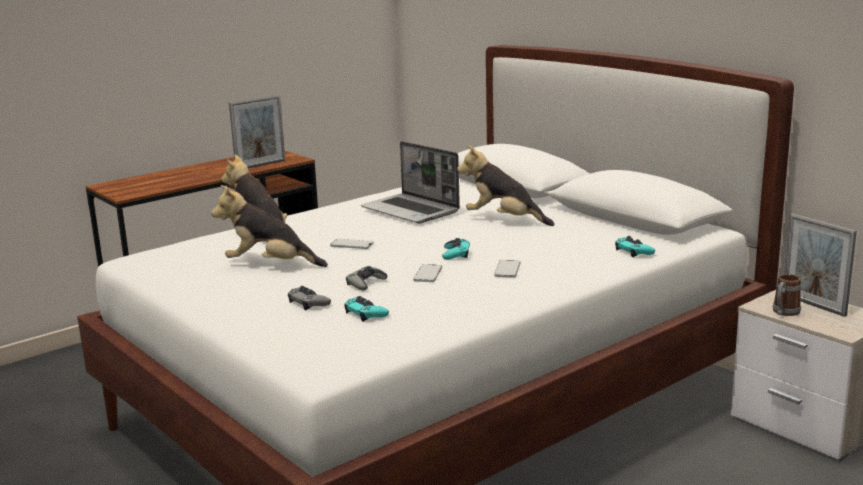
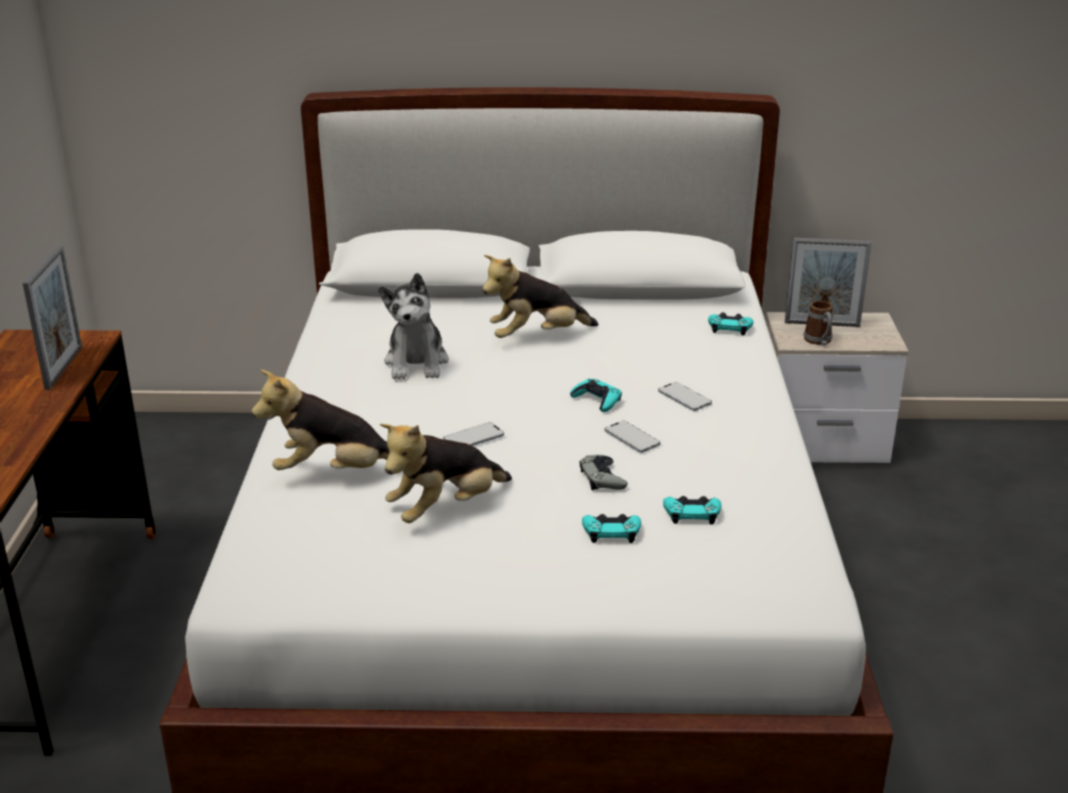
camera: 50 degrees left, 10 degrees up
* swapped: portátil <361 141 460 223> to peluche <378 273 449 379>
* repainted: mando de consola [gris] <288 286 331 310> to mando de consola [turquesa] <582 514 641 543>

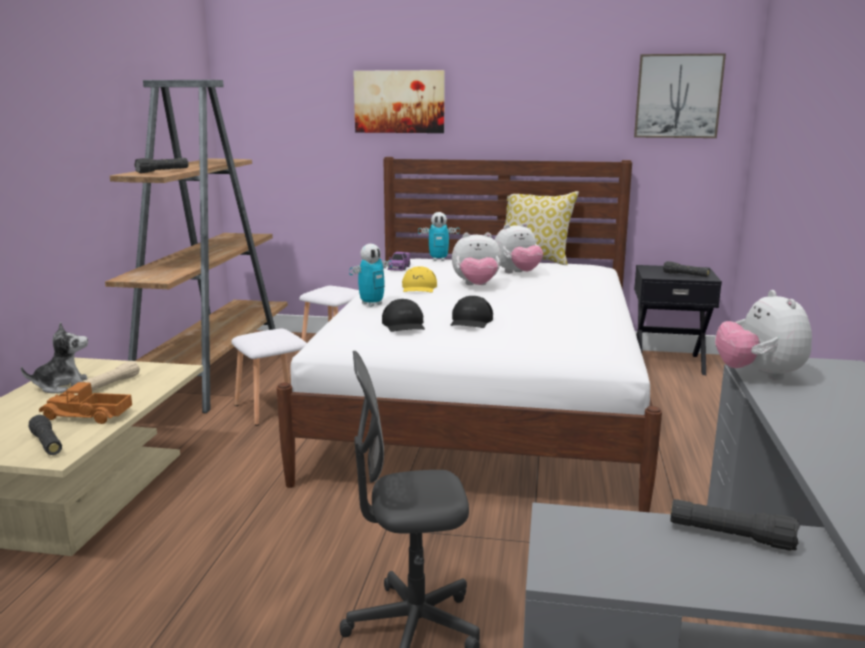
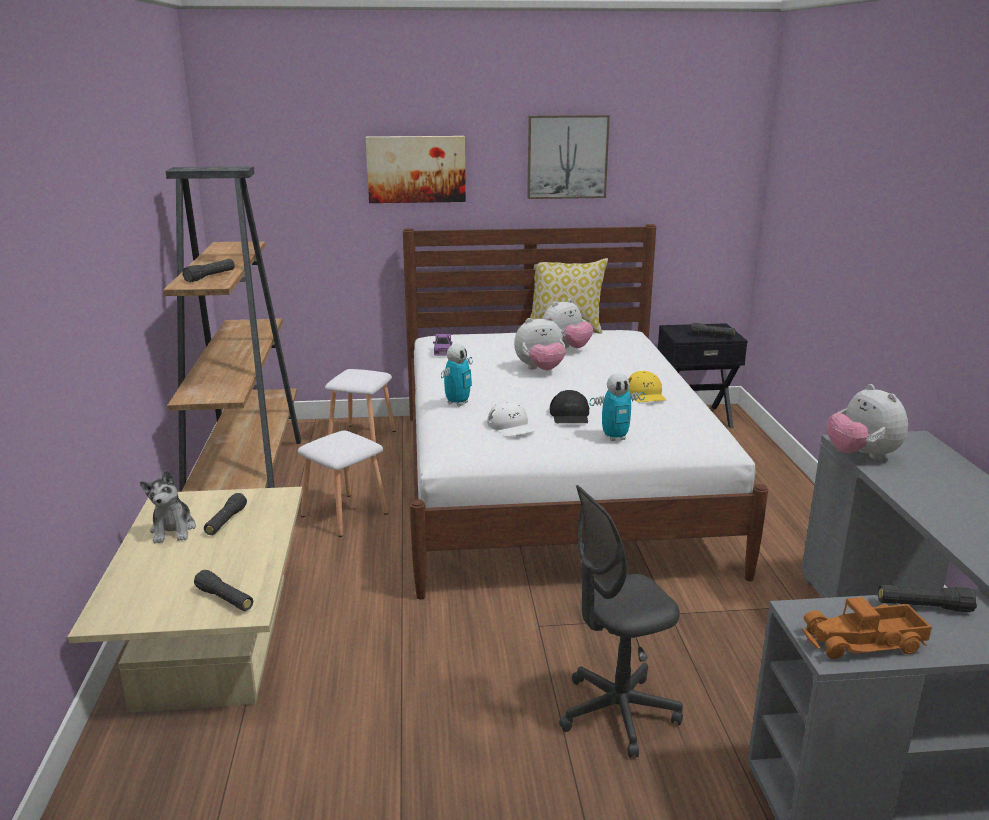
camera: 15 degrees left, 5 degrees up
* shifted: camión de juguete <39 382 132 424> to <802 597 932 659>
* shifted: gorra [amarillo] <402 266 437 292> to <628 371 666 402>
* shifted: robot de juguete <418 212 460 261> to <590 373 645 441>
* shifted: cuadro <634 53 726 138> to <527 115 610 199>
* repainted: linterna [beis] <83 361 140 391> to linterna [negro] <204 493 247 535>
* repainted: gorra [negro] <382 299 425 332> to gorra [blanco] <487 400 536 437>
* rotated: peluche <21 322 88 393> = <140 471 196 543> 120 degrees clockwise

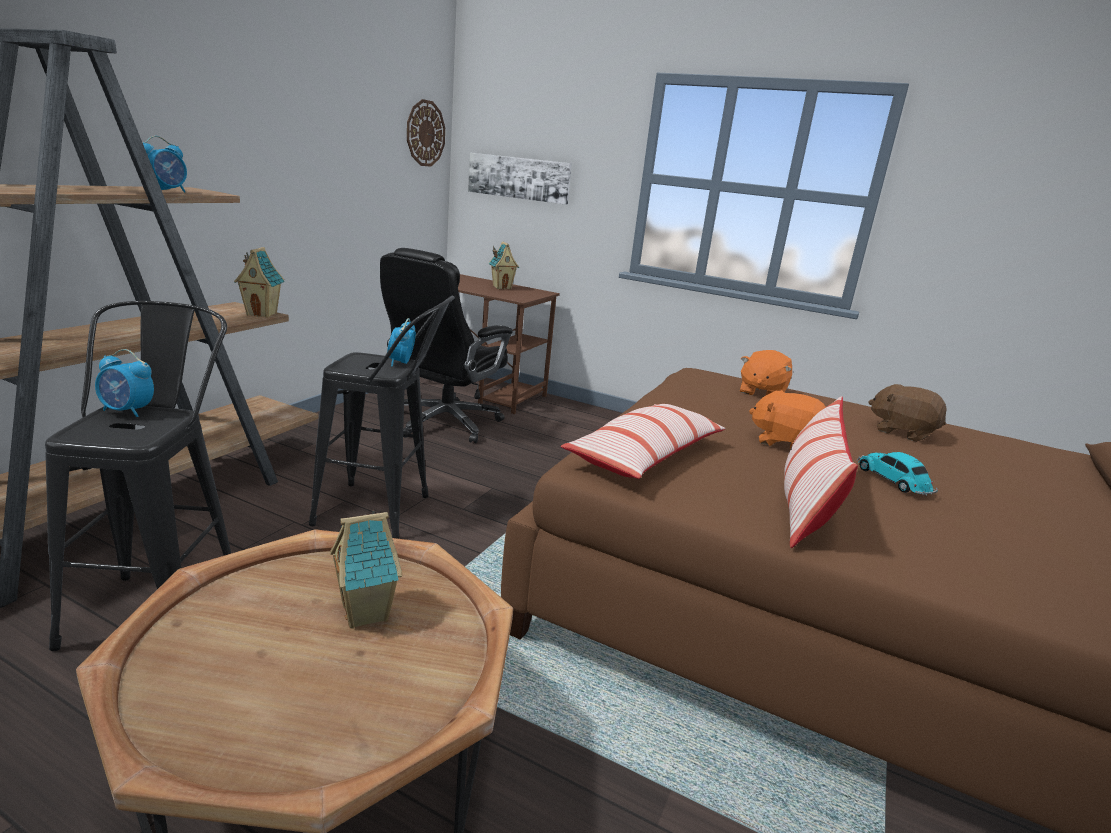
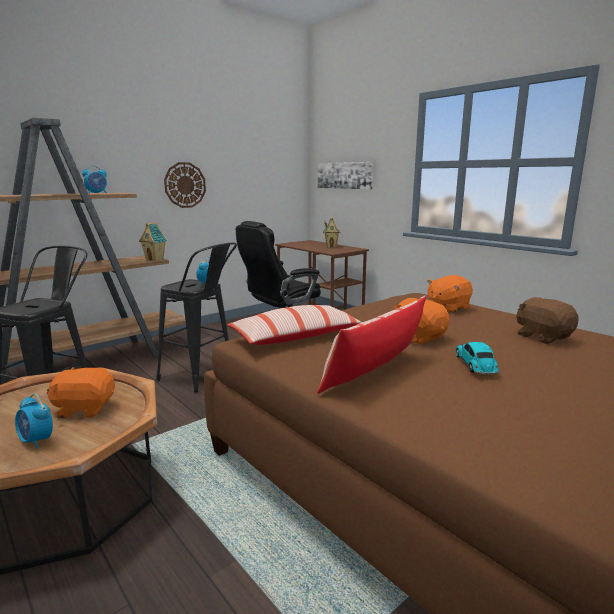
camera: 25 degrees right, 5 degrees down
* shifted: despertador <95 349 154 417> to <15 394 53 449>
* shifted: reloj de pared <407 99 445 167> to <164 162 206 208>
* swapped: casita <330 510 402 629> to peluche [naranja] <47 367 115 418>

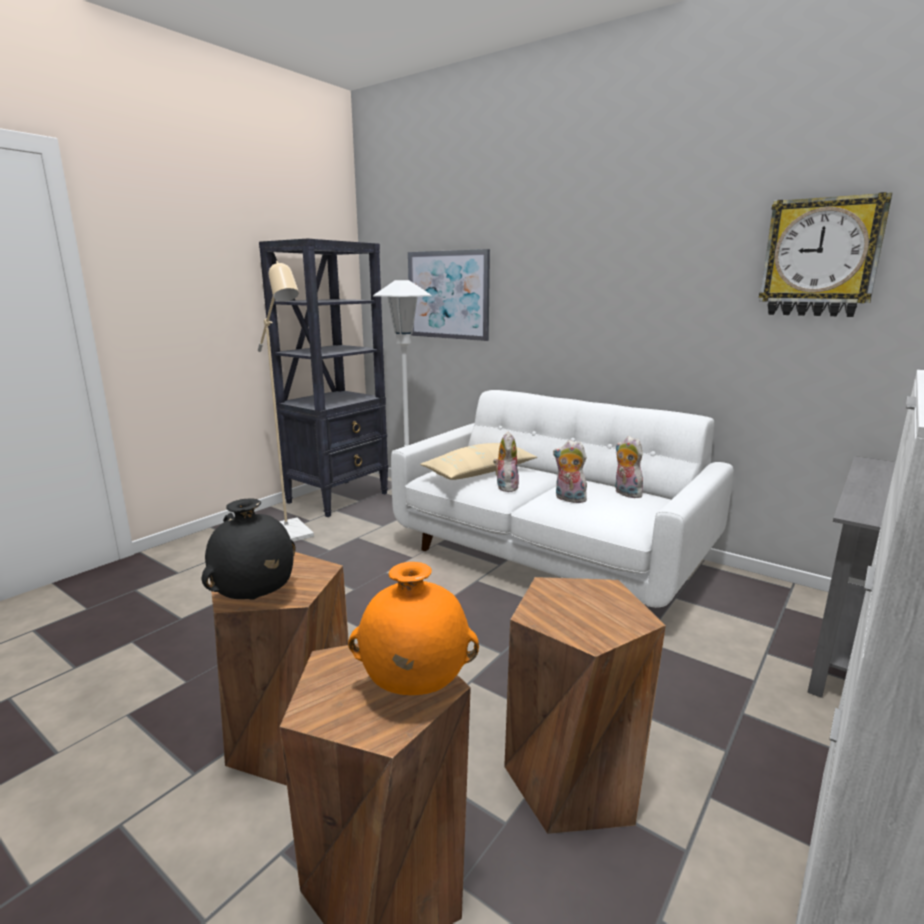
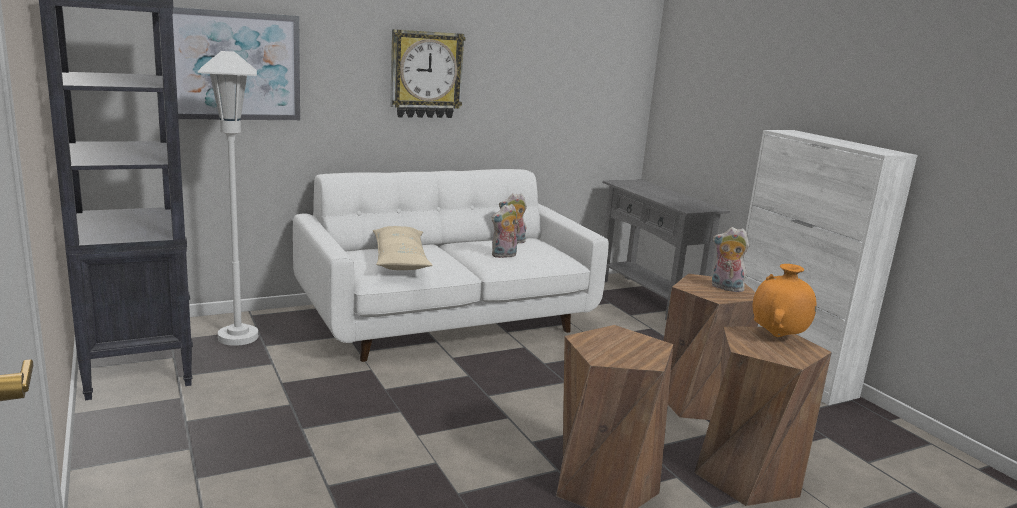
camera: 65 degrees left, 0 degrees up
* gone: florero [negro] <202 498 295 599>
* gone: lámpara de pie [beis] <258 261 314 542>
* shifted: peluche <493 431 519 492> to <712 227 749 292>
* shifted: reloj de pared <759 192 892 317> to <390 29 466 118>

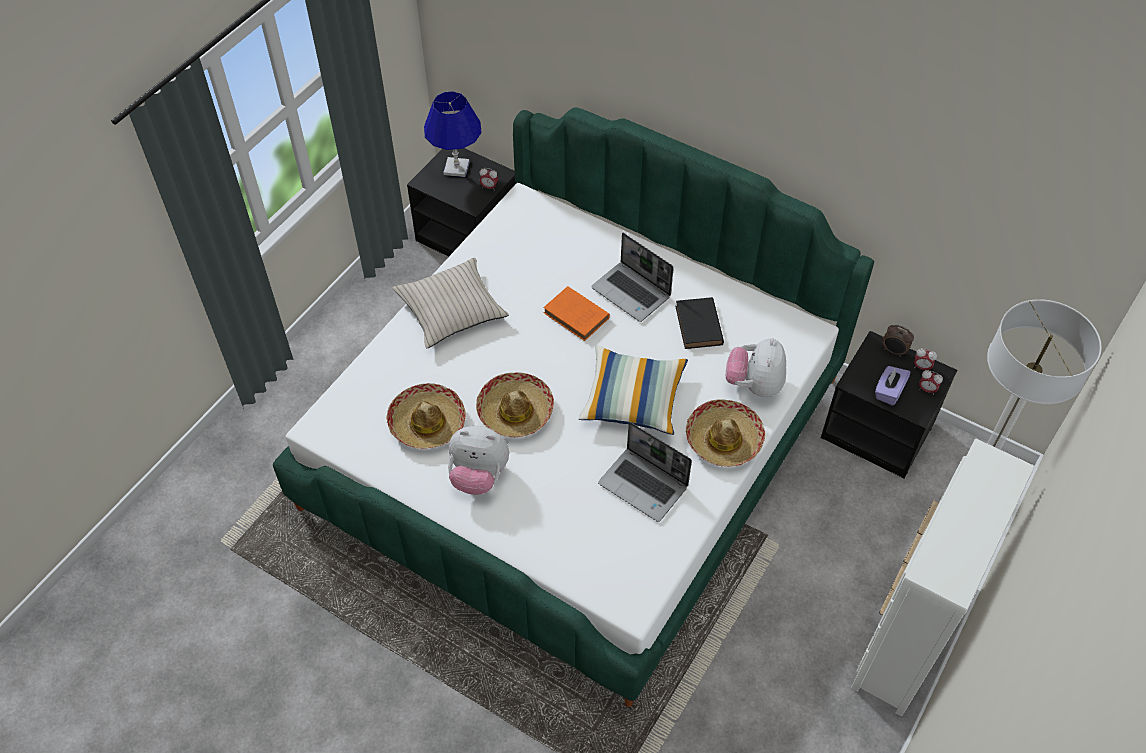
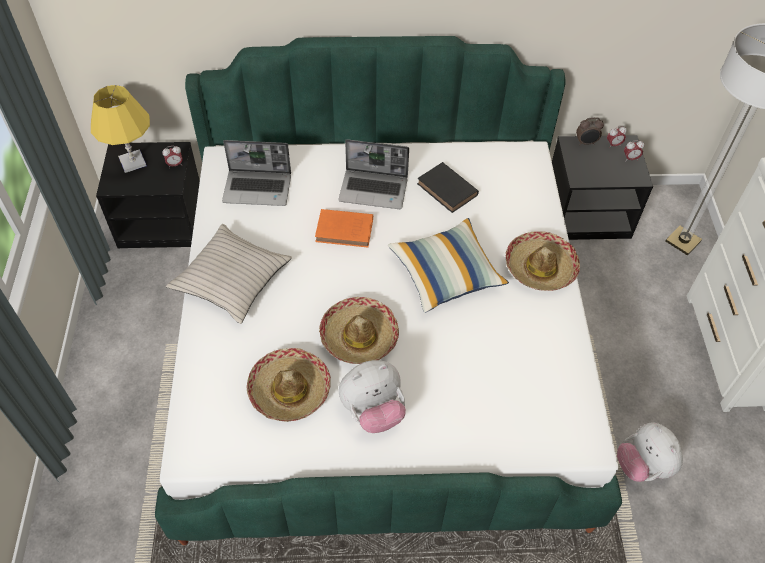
camera: 35 degrees left, 0 degrees up
* gone: caja de pañuelos [morado] <875 366 910 405>
* shifted: portátil <598 422 692 522> to <222 140 291 206>
* shifted: peluche <726 338 786 397> to <617 423 683 482>
* repainted: lámpara de mesa [azul] <424 91 482 177> to lámpara de mesa [amarillo] <91 85 150 173>

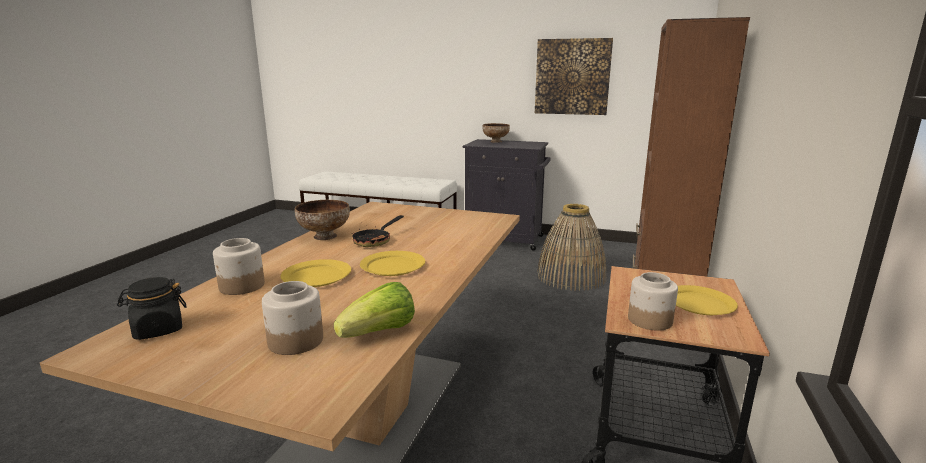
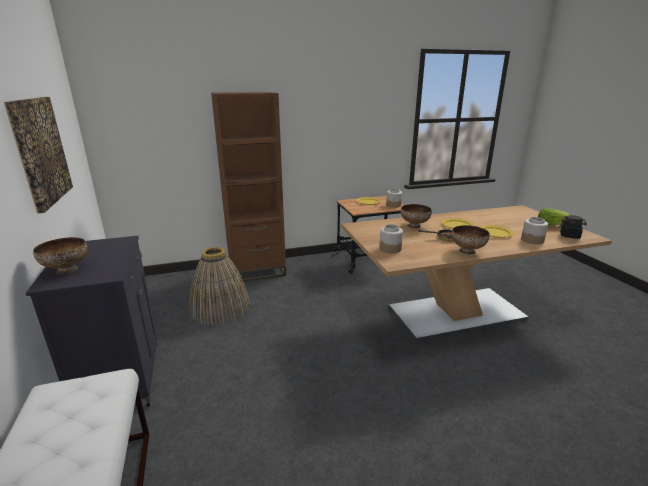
camera: 125 degrees left, 5 degrees up
* new: cuenco <401 204 432 228>
* shifted: tarro <262 281 323 355> to <379 224 403 253>
* shifted: lechuga <334 282 415 338> to <538 208 570 226>

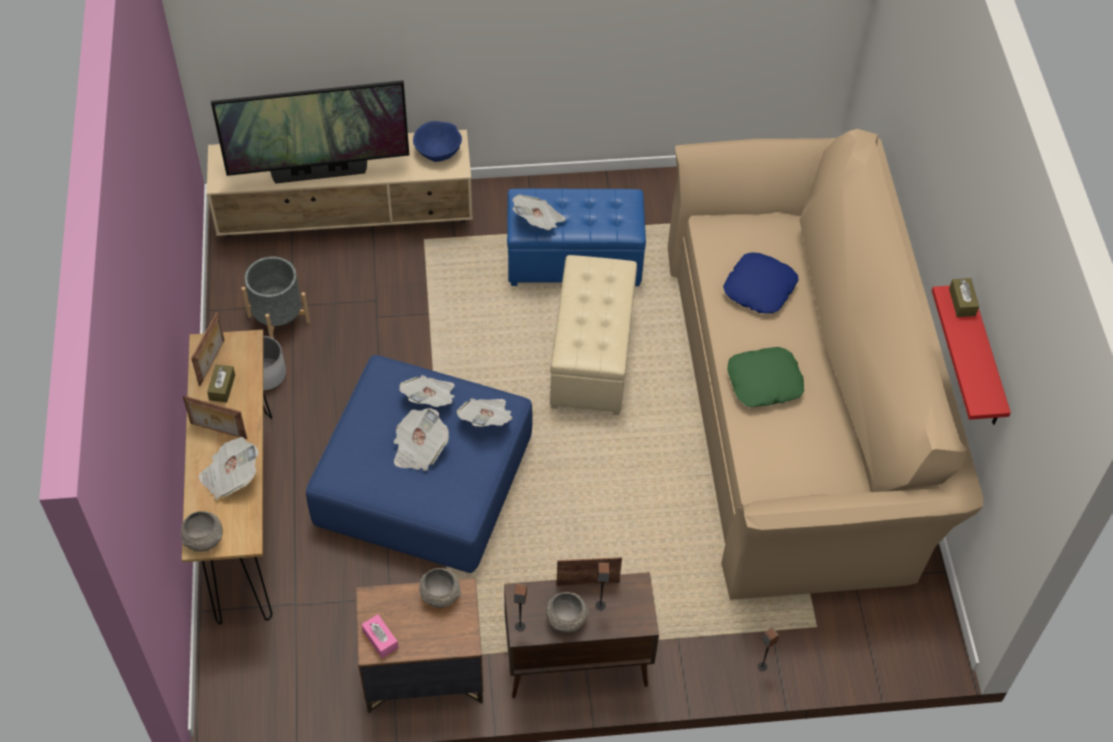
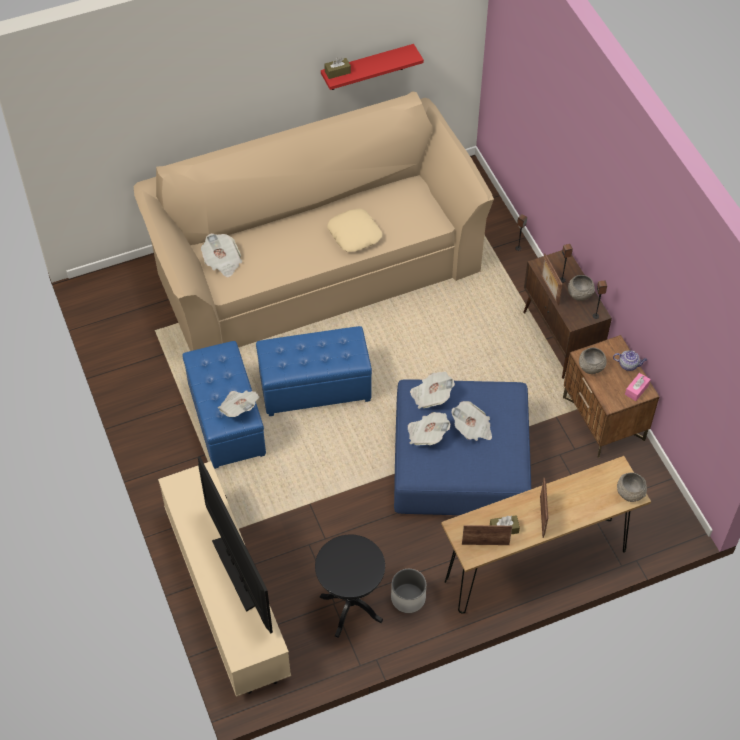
camera: 105 degrees left, 0 degrees up
* gone: cuenco [azul] <413 121 462 162>
* gone: cojín [azul] <723 252 798 313>
* new: tetera <613 350 647 371>
* shifted: periódico <199 437 259 500> to <201 233 243 277>
* swapped: maceta [gris] <241 257 310 339> to mesa auxiliar [negro] <315 535 385 638>
* repainted: puf [beis] <550 255 637 415> to puf [azul] <256 326 372 416>
* repainted: cojín [verde] <727 347 804 407> to cojín [beis] <327 209 383 252>

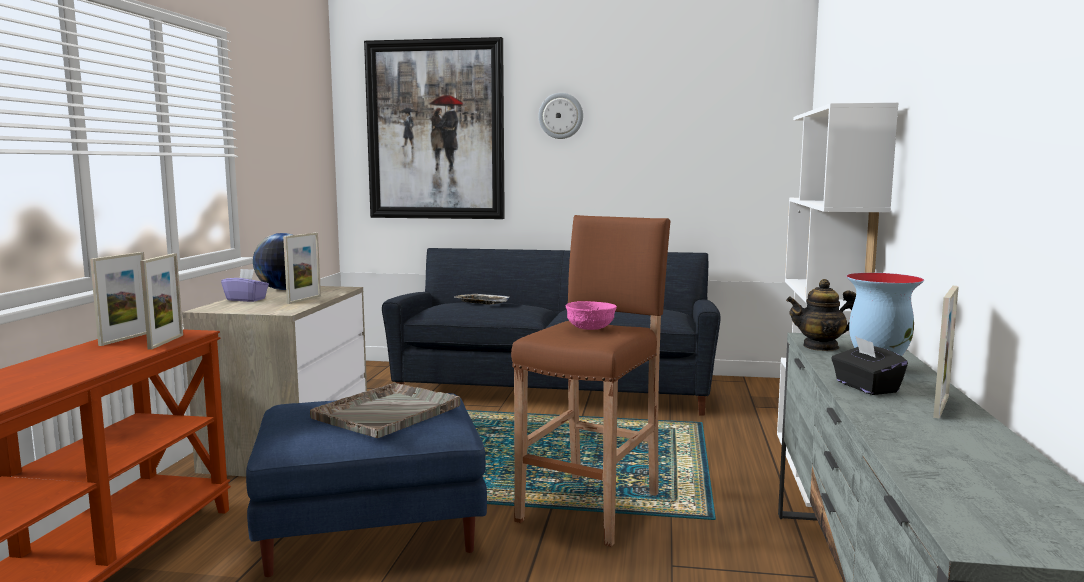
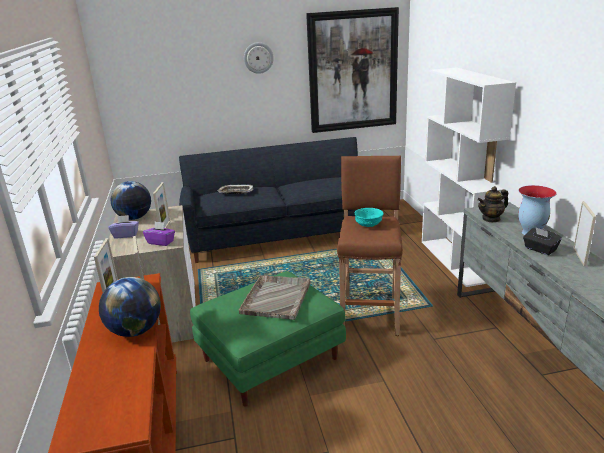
camera: 20 degrees left, 15 degrees up
* new: globo terráqueo <99 277 161 337>
* new: caja de pañuelos [morado] <143 222 175 246>
* shifted: cuadro <364 37 505 219> to <306 7 399 133>
* repainted: puf [azul] <246 393 487 577> to puf [verde] <190 271 346 407>
* repainted: cuenco [rosa] <566 301 617 330> to cuenco [turquesa] <355 208 384 227>

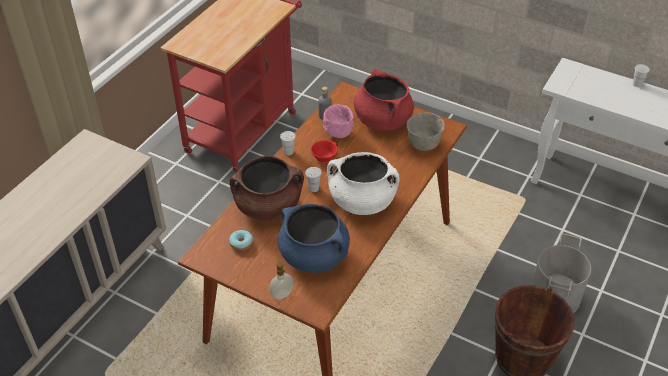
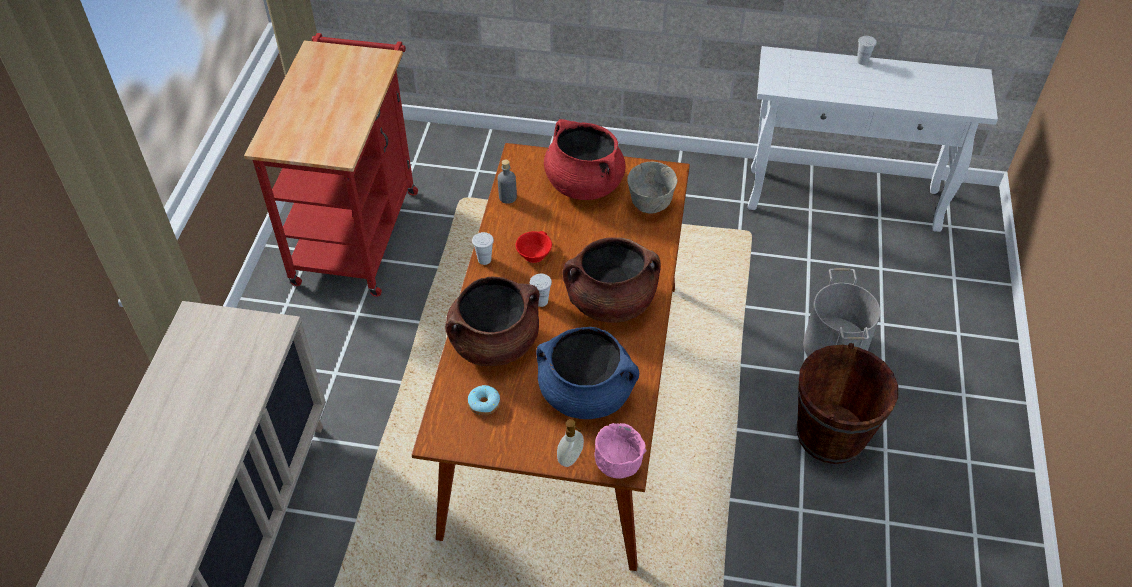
camera: 20 degrees left, 5 degrees up
* shifted: cuenco [rosa] <323 104 354 138> to <594 423 647 478>
* repainted: olla [blanco] <327 152 400 215> to olla [marrón] <562 237 661 323>

